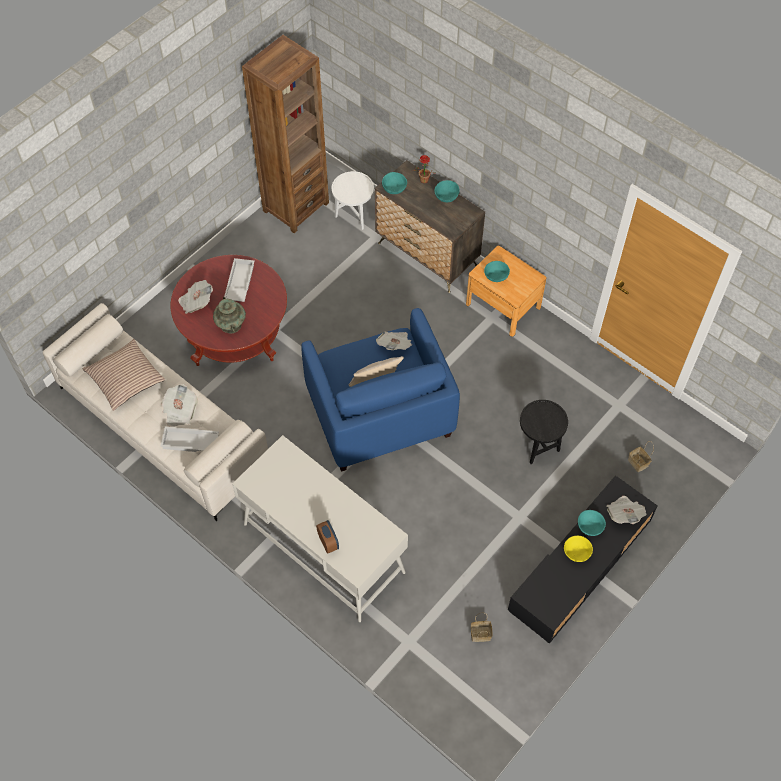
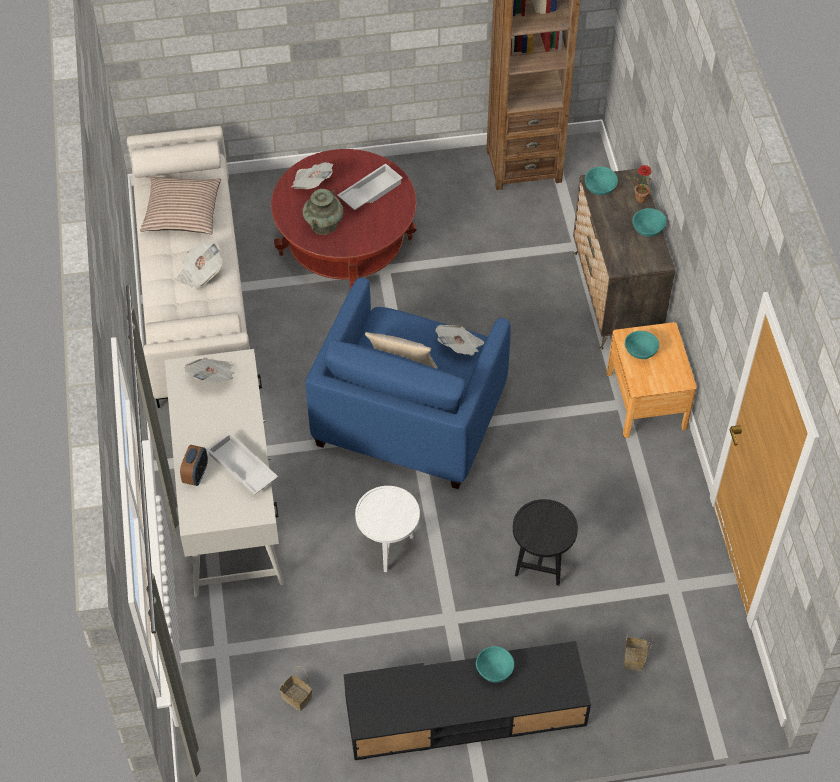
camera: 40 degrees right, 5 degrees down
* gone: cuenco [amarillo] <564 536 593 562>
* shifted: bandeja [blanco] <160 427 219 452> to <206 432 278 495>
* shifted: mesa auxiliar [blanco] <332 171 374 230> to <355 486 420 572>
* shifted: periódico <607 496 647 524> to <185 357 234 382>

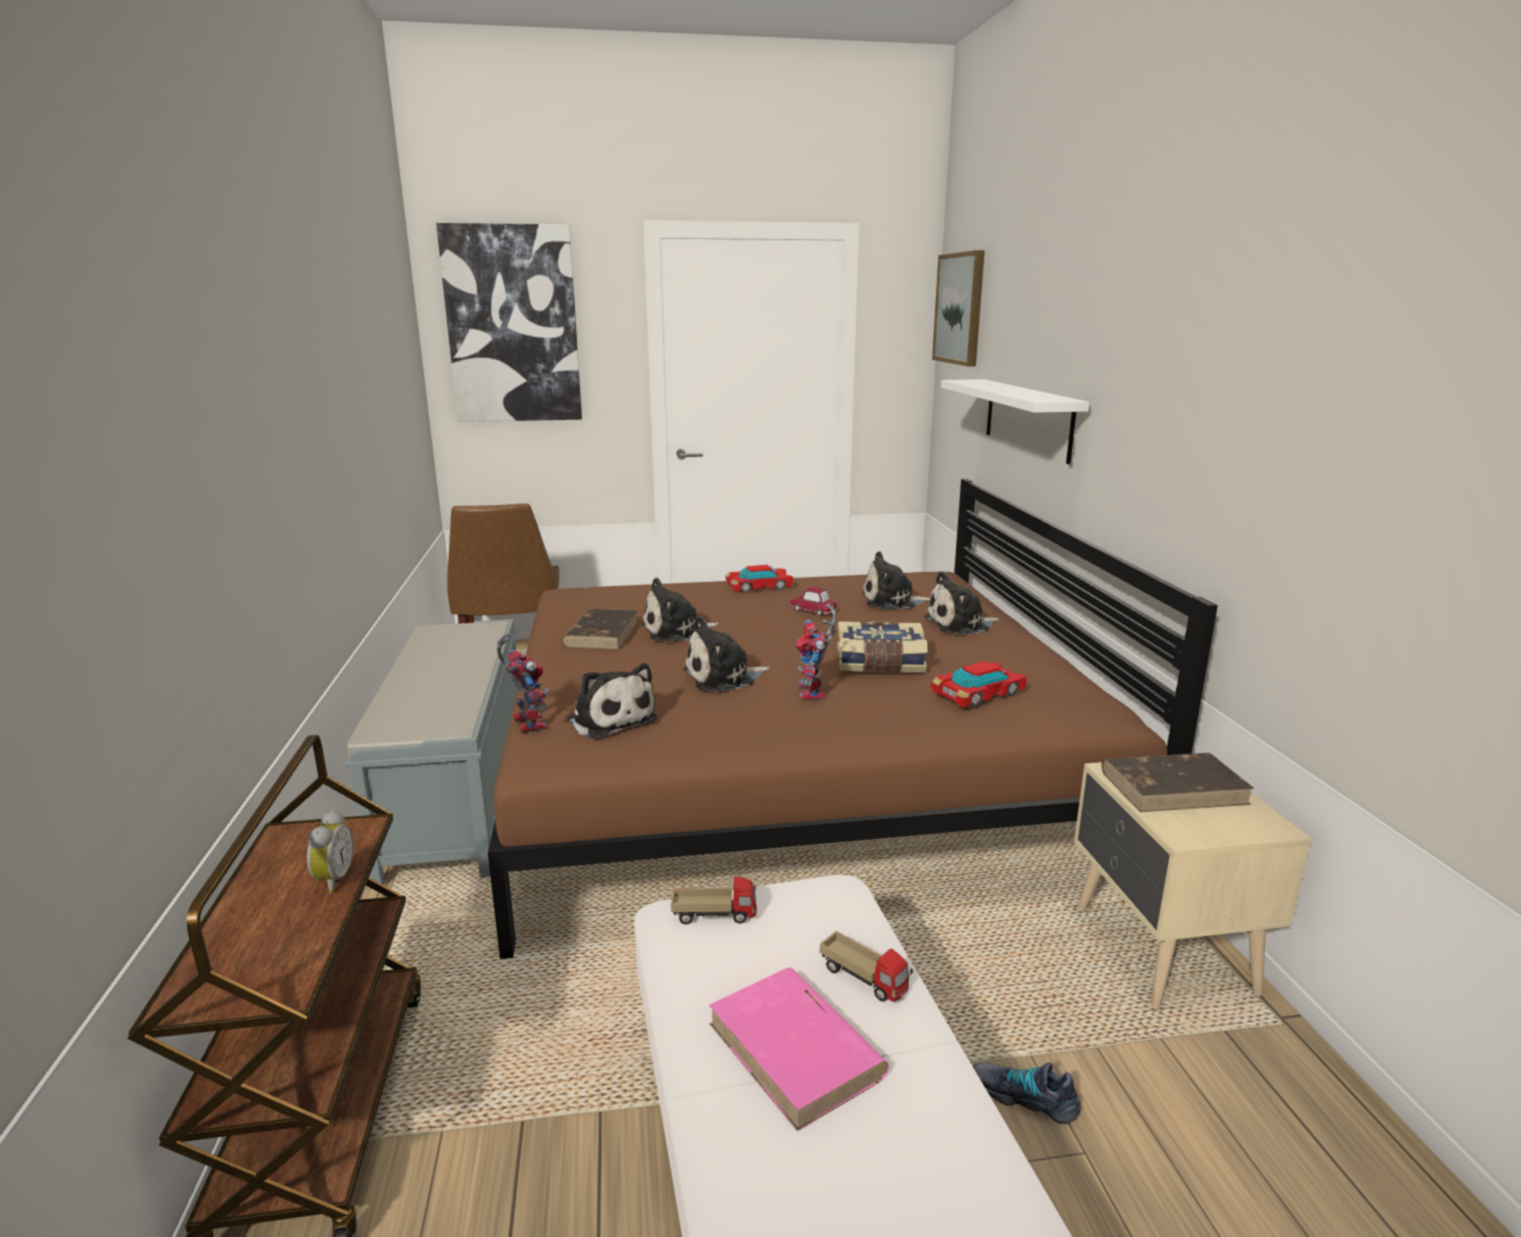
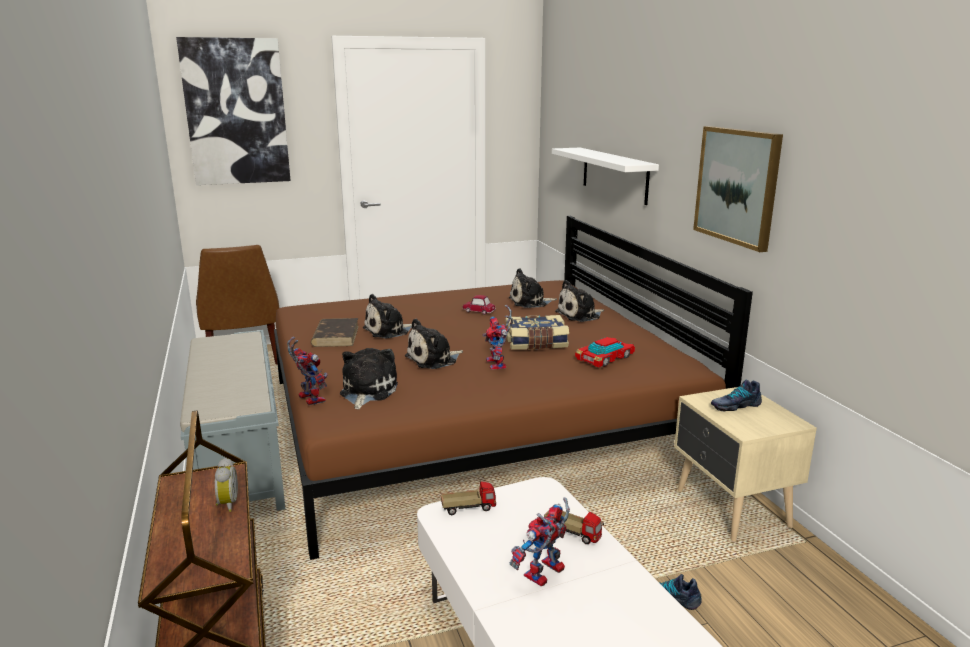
camera: 10 degrees left, 0 degrees up
* gone: coche de juguete <726 565 793 593>
* shifted: cuadro <932 250 985 367> to <693 126 783 252>
* swapped: libro [rosa] <709 967 889 1131> to robot de juguete <510 498 570 586>
* swapped: libro [marrón] <1102 753 1255 812> to zapato <711 380 762 411>
* rotated: peluche <568 663 657 740> = <340 348 398 410> 120 degrees counterclockwise

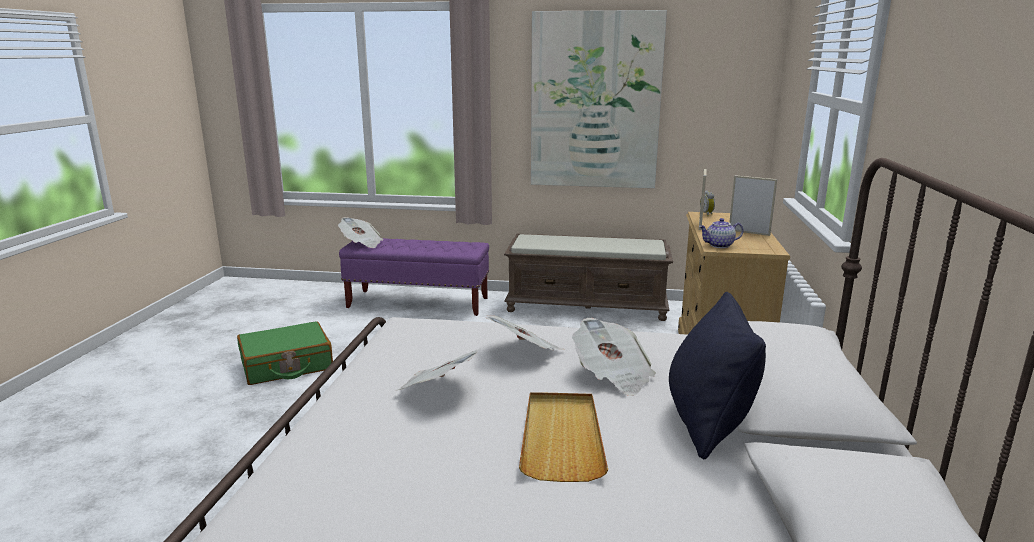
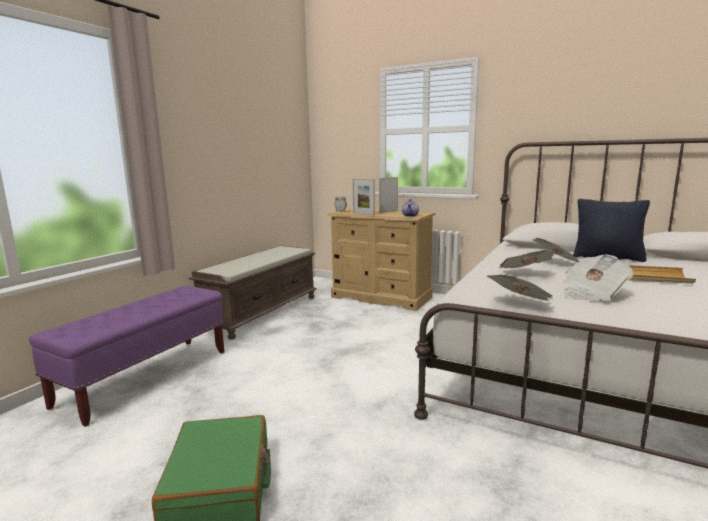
camera: 70 degrees left, 5 degrees down
* gone: cuadro <531 10 667 188>
* shifted: periódico <338 217 383 248> to <487 275 553 300>

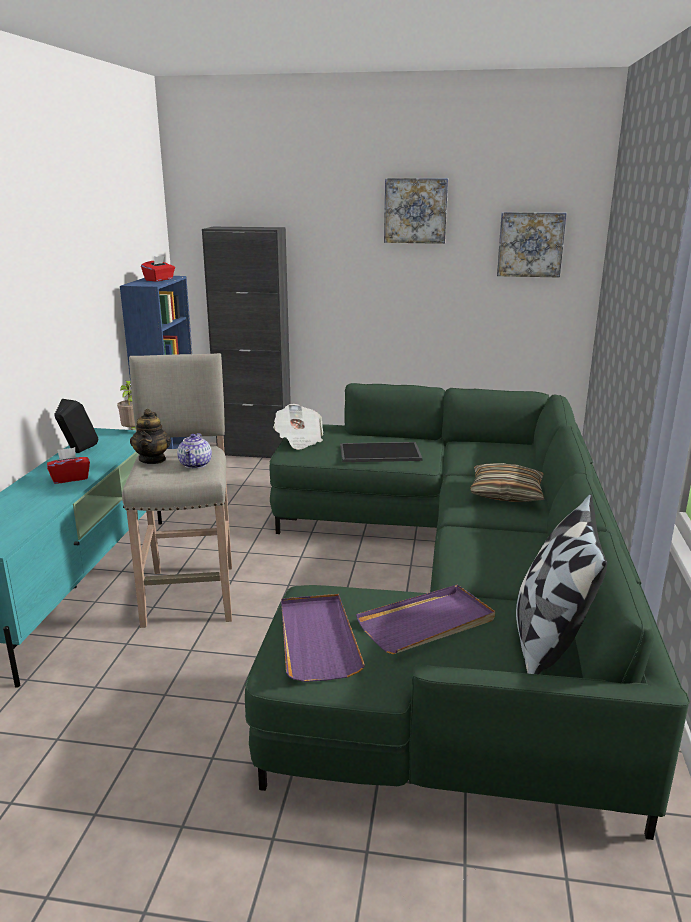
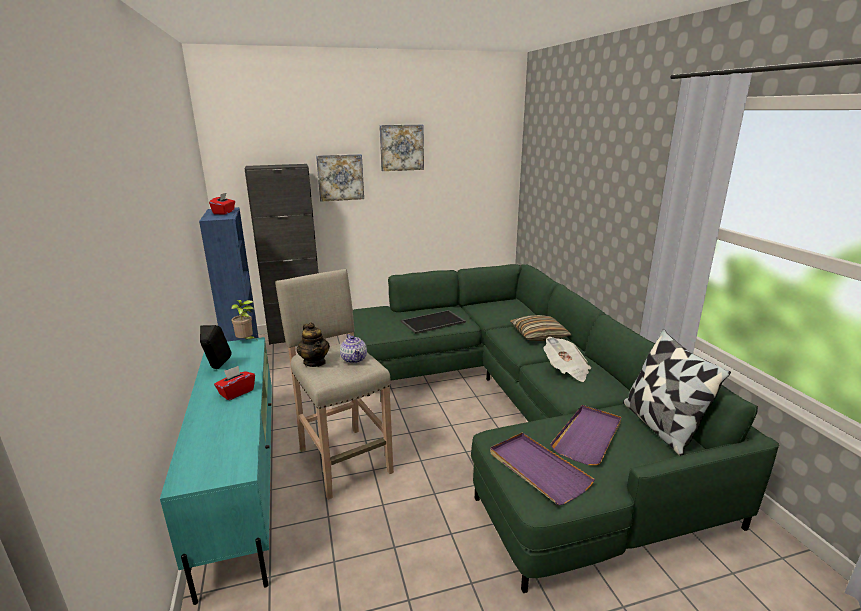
camera: 25 degrees left, 0 degrees up
* shifted: periódico <274 404 323 450> to <544 337 591 382>
* shifted: cuadro <497 212 567 278> to <316 154 364 202>

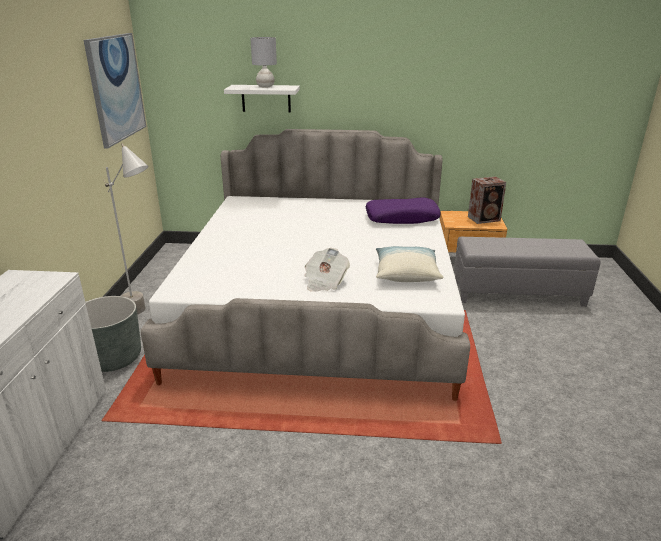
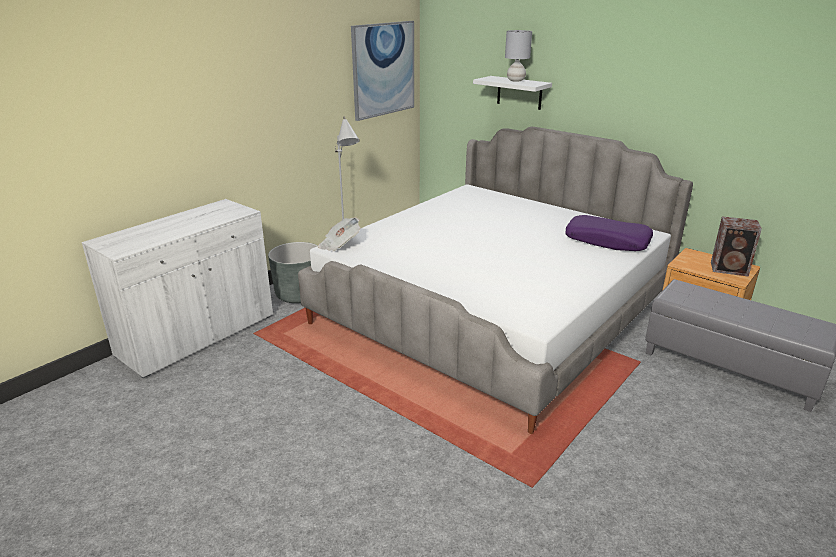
camera: 35 degrees right, 0 degrees up
* gone: cojín <376 246 443 282>
* shifted: periódico <305 248 350 292> to <318 217 360 251>

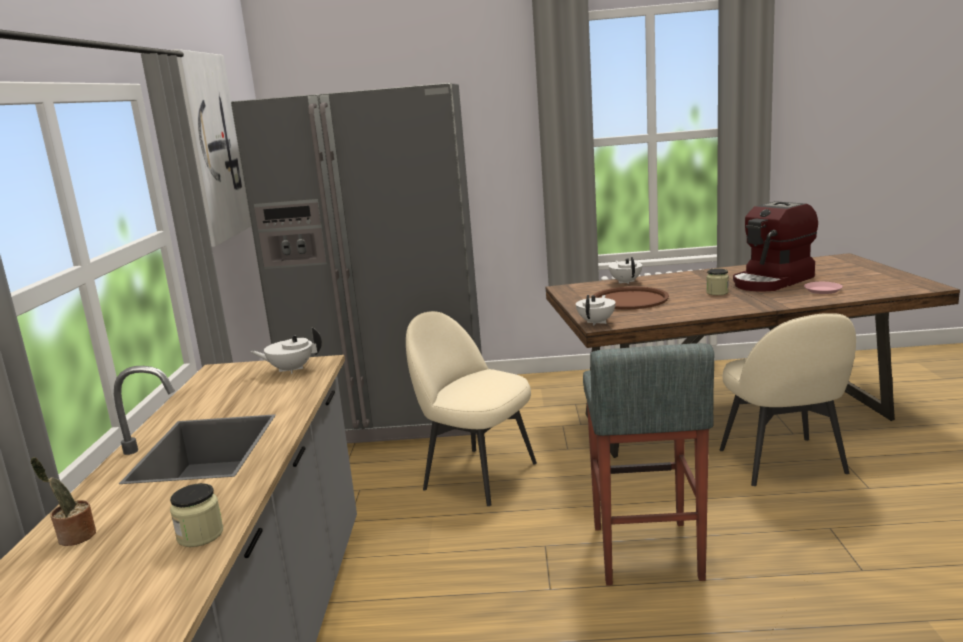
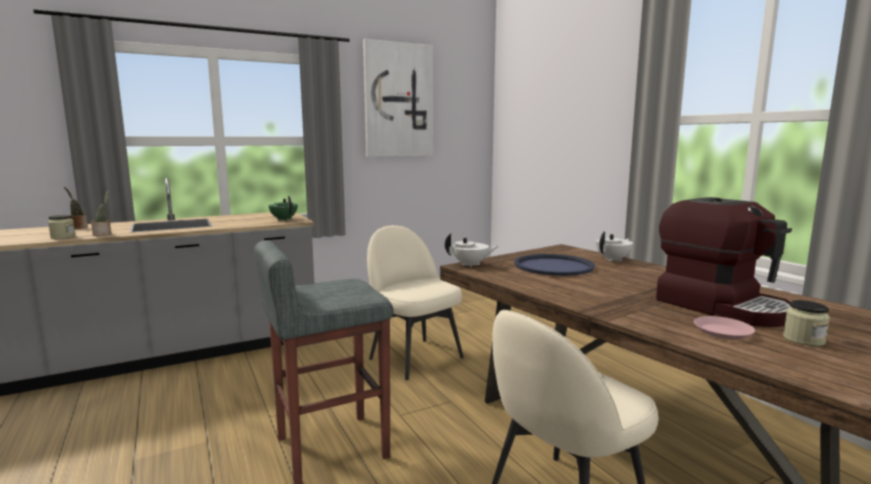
camera: 60 degrees right, 5 degrees down
* gone: nevera [gris] <231 83 482 443>
* new: planta en maceta <91 190 111 236>
* shifted: tarro <706 268 729 295> to <783 300 830 346>
* repainted: tetera [blanco] <250 327 322 374> to tetera [verde] <268 196 298 220>
* repainted: bandeja [marrón] <593 286 669 310> to bandeja [azul] <514 254 595 276>
* rotated: silla [beis] <406 311 537 506> = <367 225 464 380> 45 degrees counterclockwise
* rotated: cafetera <733 201 818 291> = <656 197 792 327> 150 degrees counterclockwise

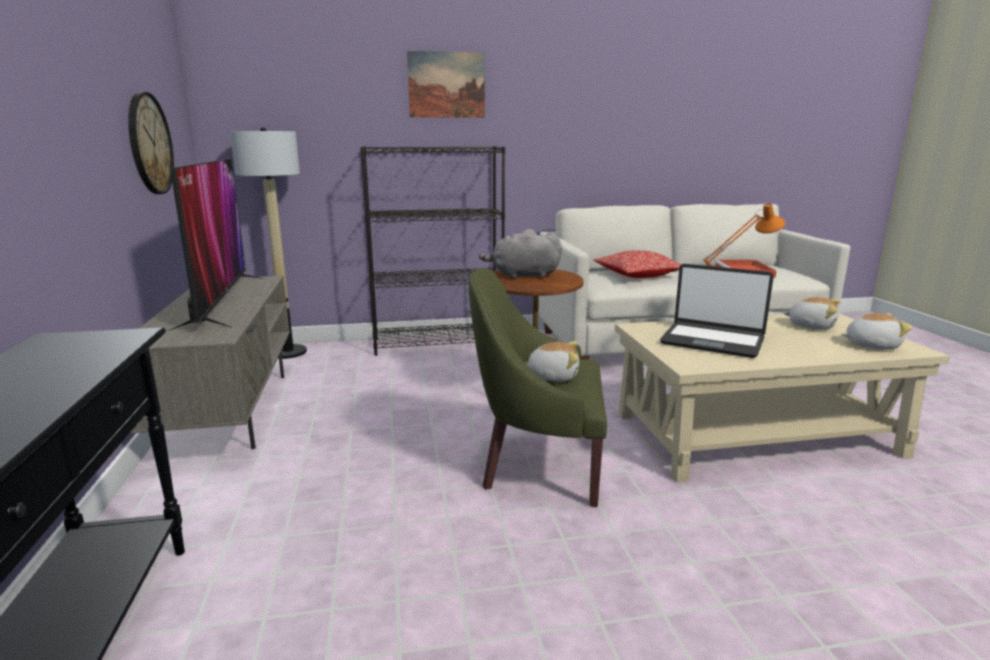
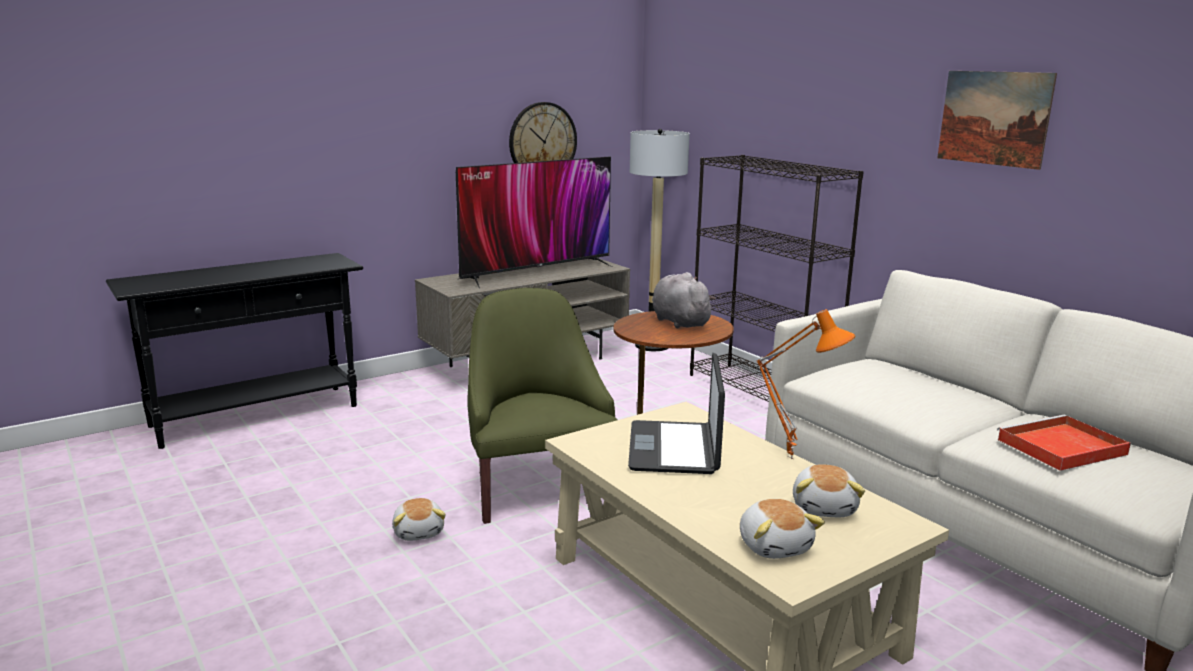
camera: 65 degrees right, 0 degrees up
* gone: cojín <593 250 681 278>
* shifted: cuadro <407 51 485 118> to <937 71 1057 170>
* shifted: peluche <525 341 579 382> to <392 498 446 541>

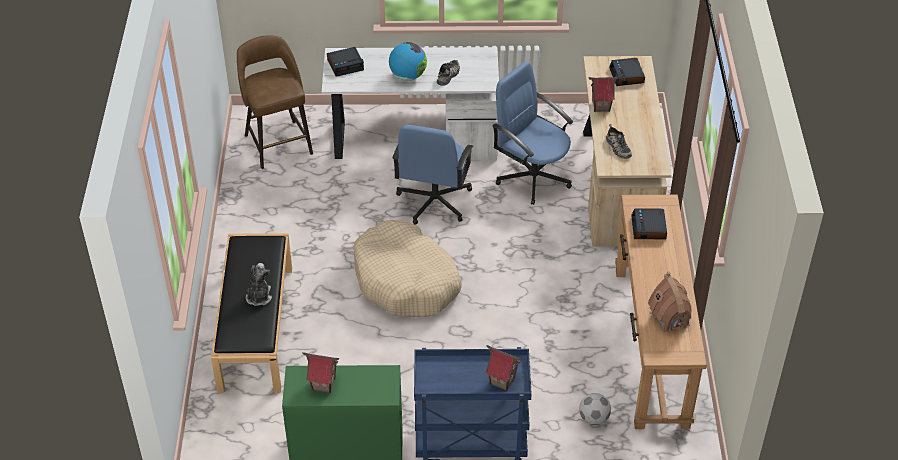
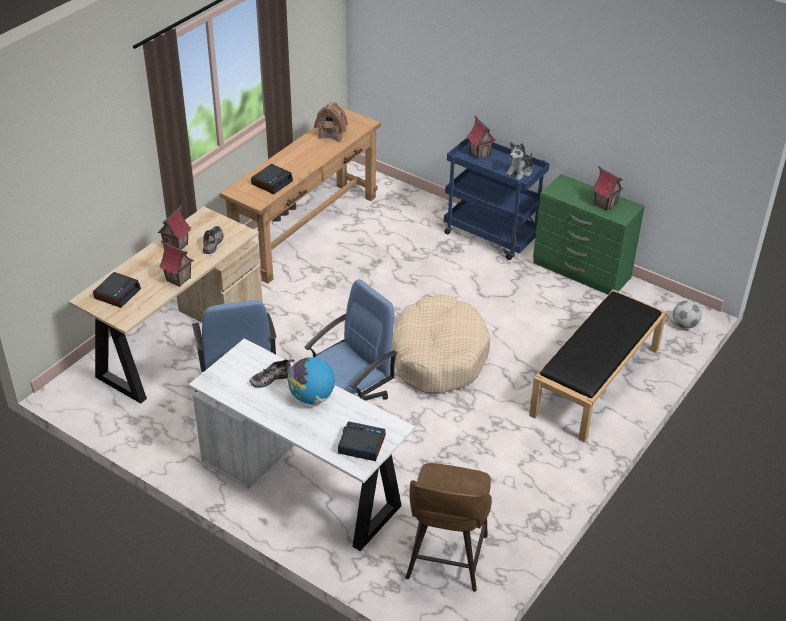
camera: 145 degrees left, 5 degrees down
* new: casita <157 205 191 250>
* shifted: peluche <246 263 272 306> to <506 142 532 180>
* shifted: balón de fútbol <579 393 611 425> to <673 300 702 329>

